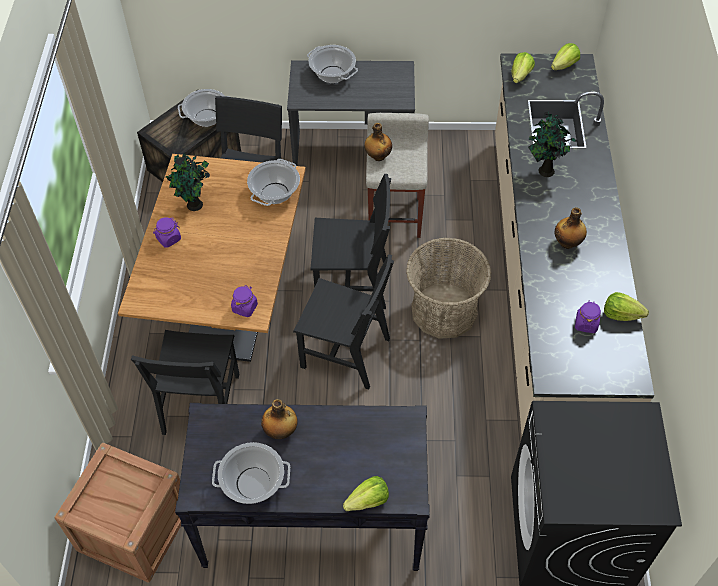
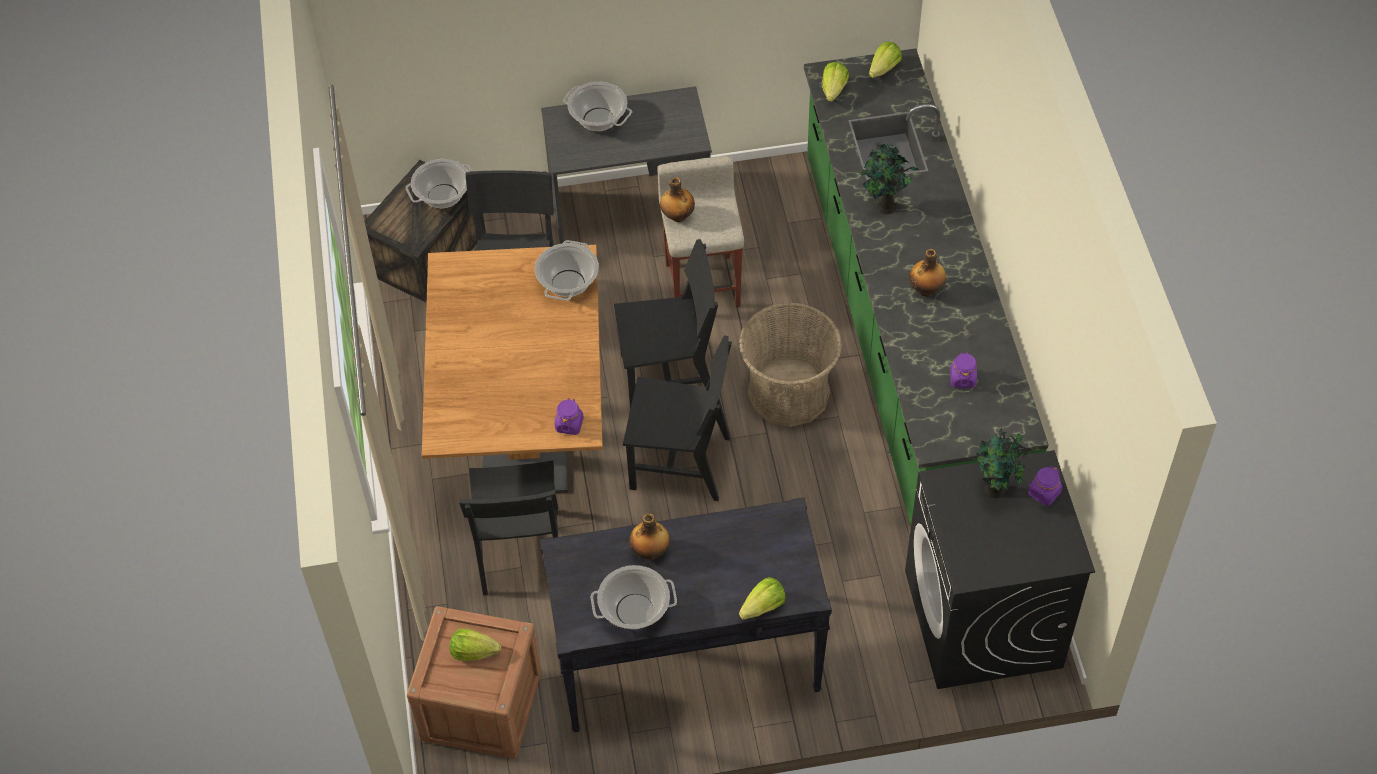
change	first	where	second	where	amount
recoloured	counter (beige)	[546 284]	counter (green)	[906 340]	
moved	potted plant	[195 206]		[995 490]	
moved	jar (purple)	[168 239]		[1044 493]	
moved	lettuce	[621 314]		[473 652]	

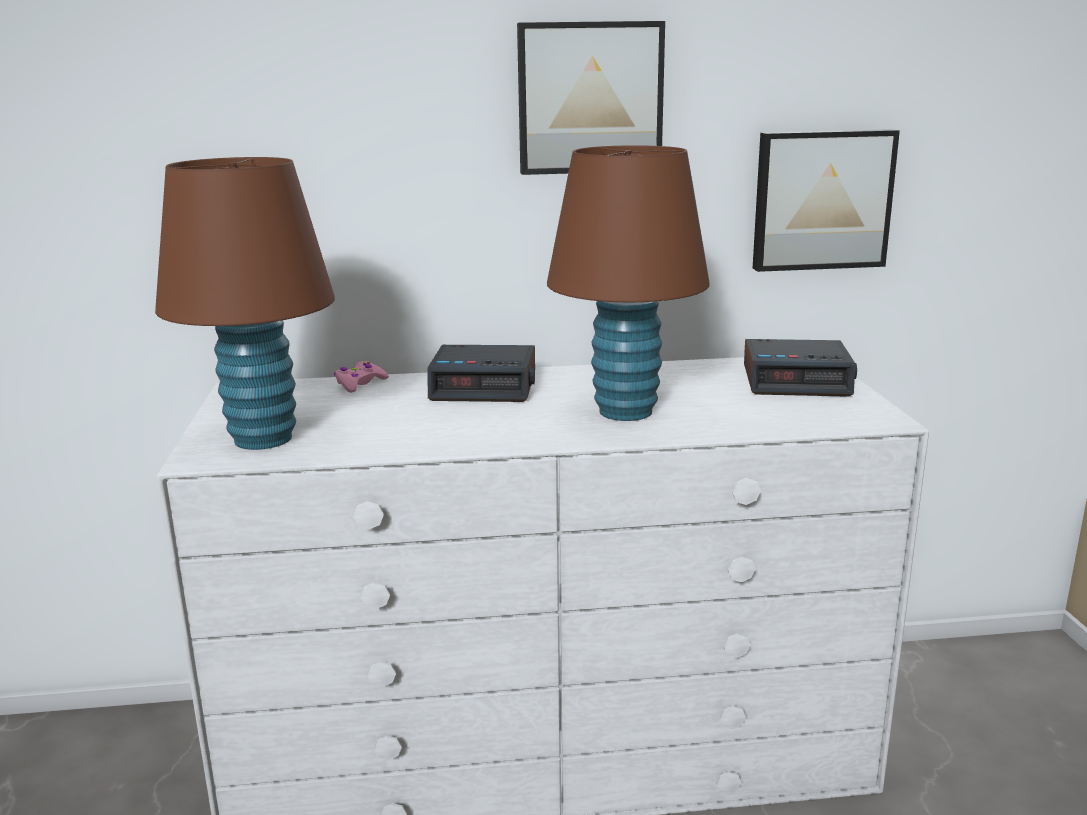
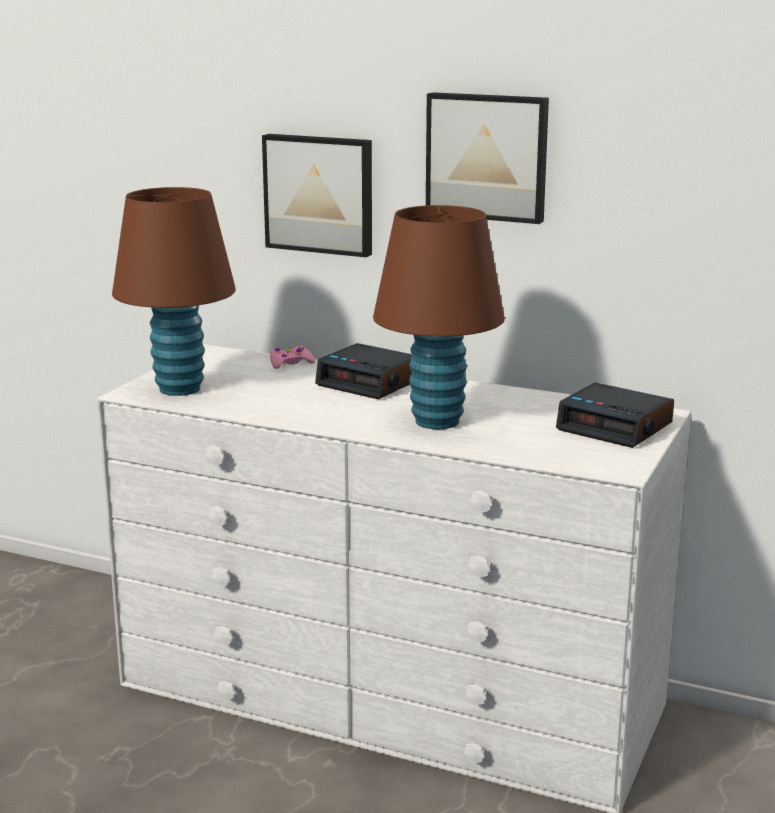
change	first	where	second	where	amount
moved	picture	[821 200]		[320 194]	

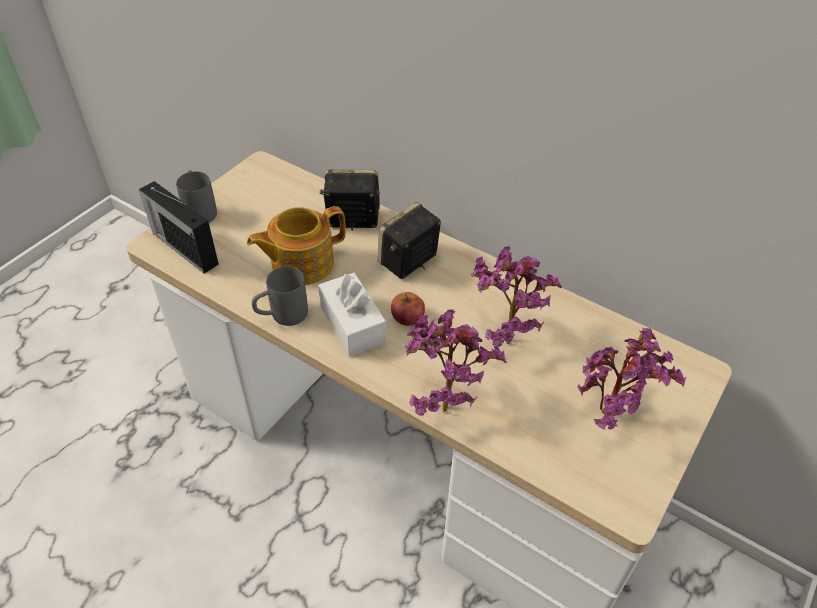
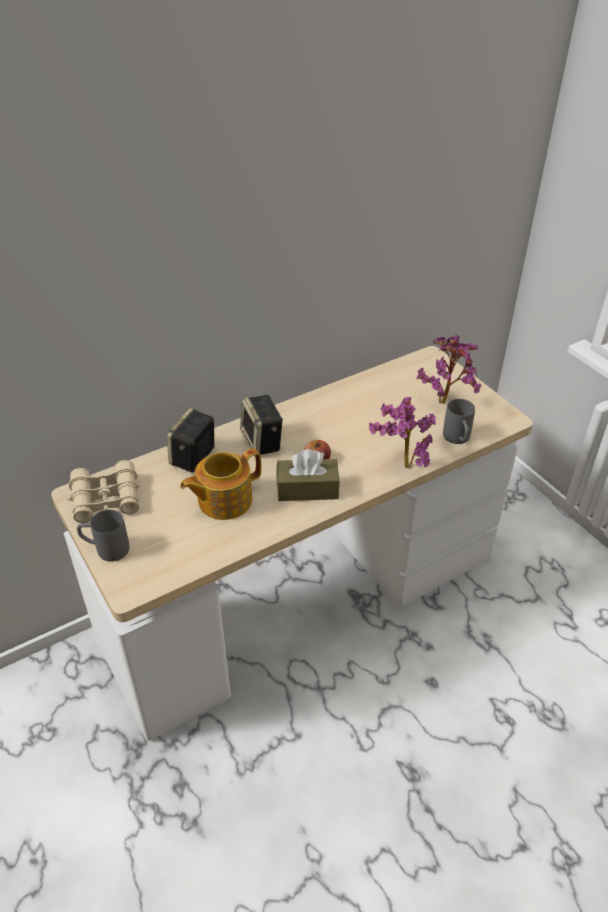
change	first	where	second	where	amount
removed	radio	[184 247]			
turned	teapot	[301 263]		[223 500]	60 degrees clockwise
removed	potted plant	[504 335]			
moved	mug (grey)	[281 316]		[458 440]	
recoloured	tissue box (white)	[352 324]	tissue box (brown)	[307 489]	
added			binoculars (beige)	[106 499]	

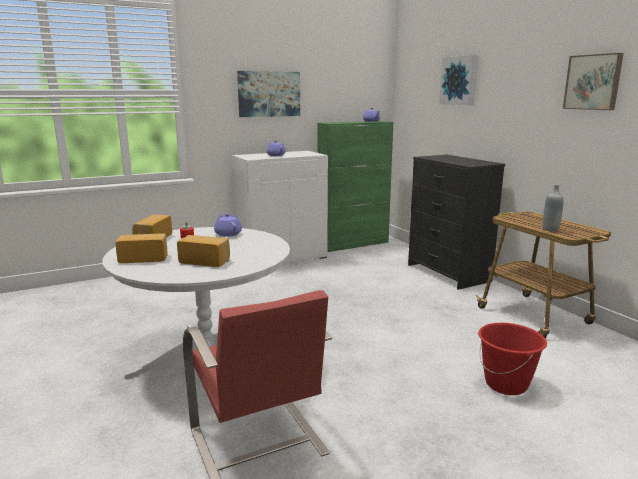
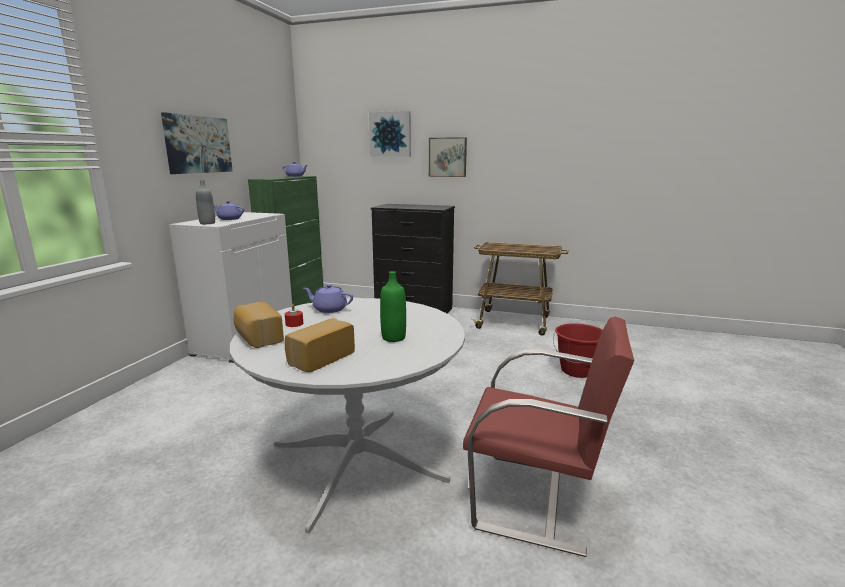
change	first	where	second	where	amount
moved	picture	[593 82]		[447 157]	
moved	bottle (grey)	[550 229]		[207 223]	
replaced	bread	[205 261]	bottle (green)	[393 338]	

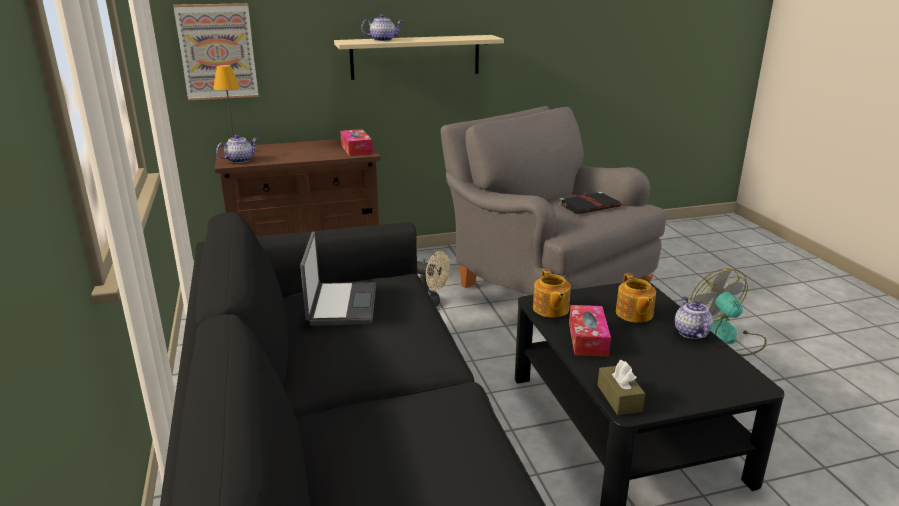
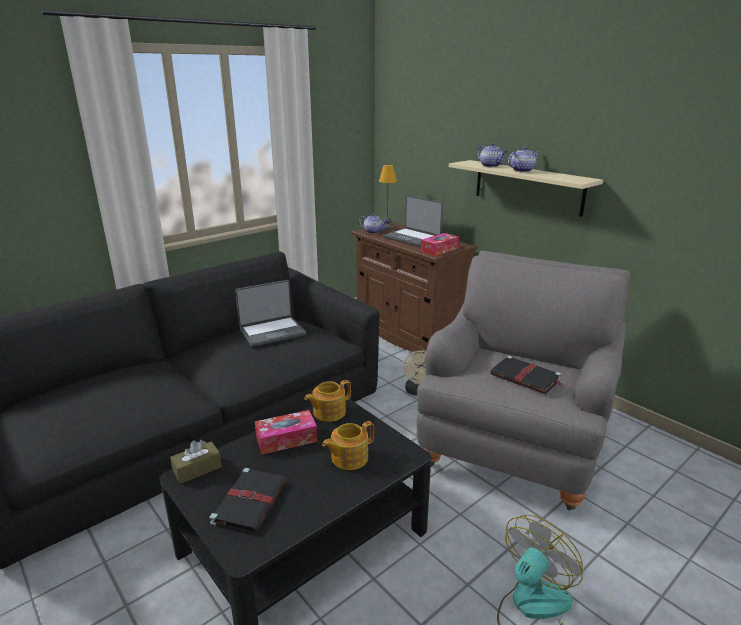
change	first	where	second	where	amount
removed	picture	[217 52]			
moved	teapot	[690 332]		[522 170]	
added			laptop	[412 238]	
added			book (black)	[251 501]	

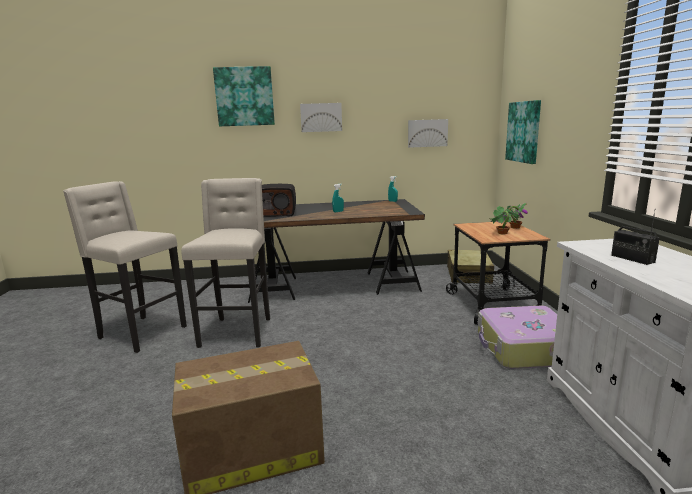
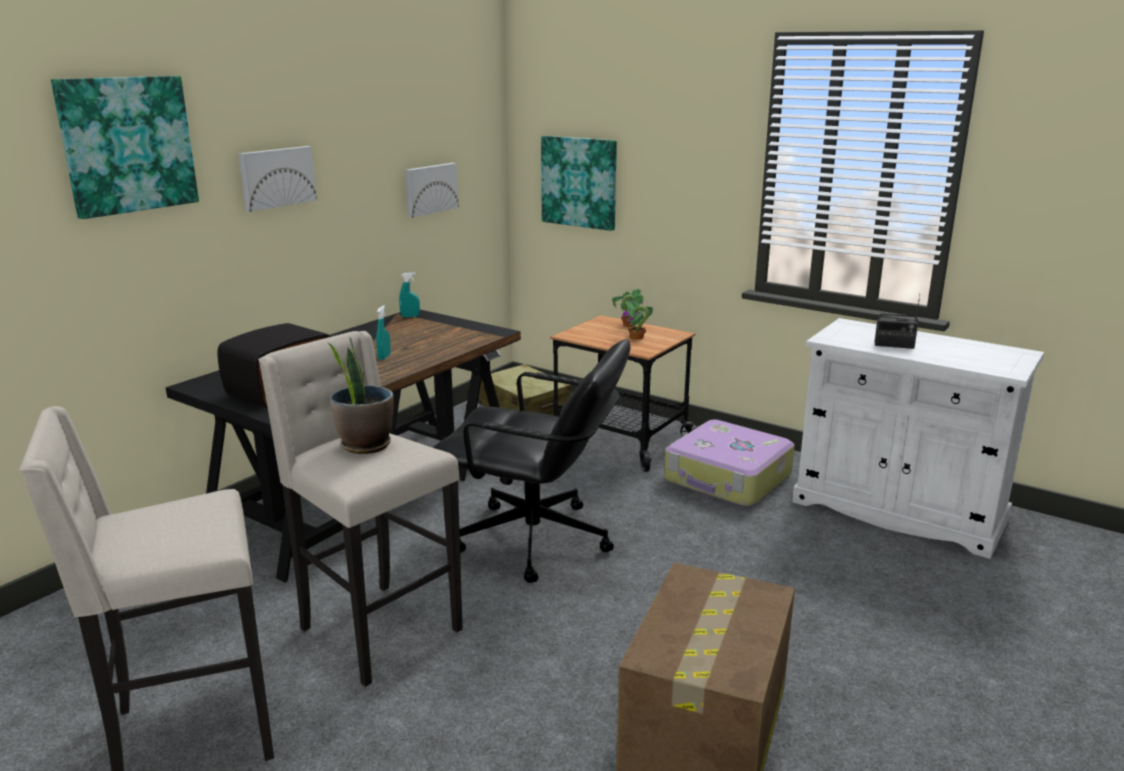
change	first	where	second	where	amount
added			potted plant	[365 445]	
added			office chair (black)	[535 541]	

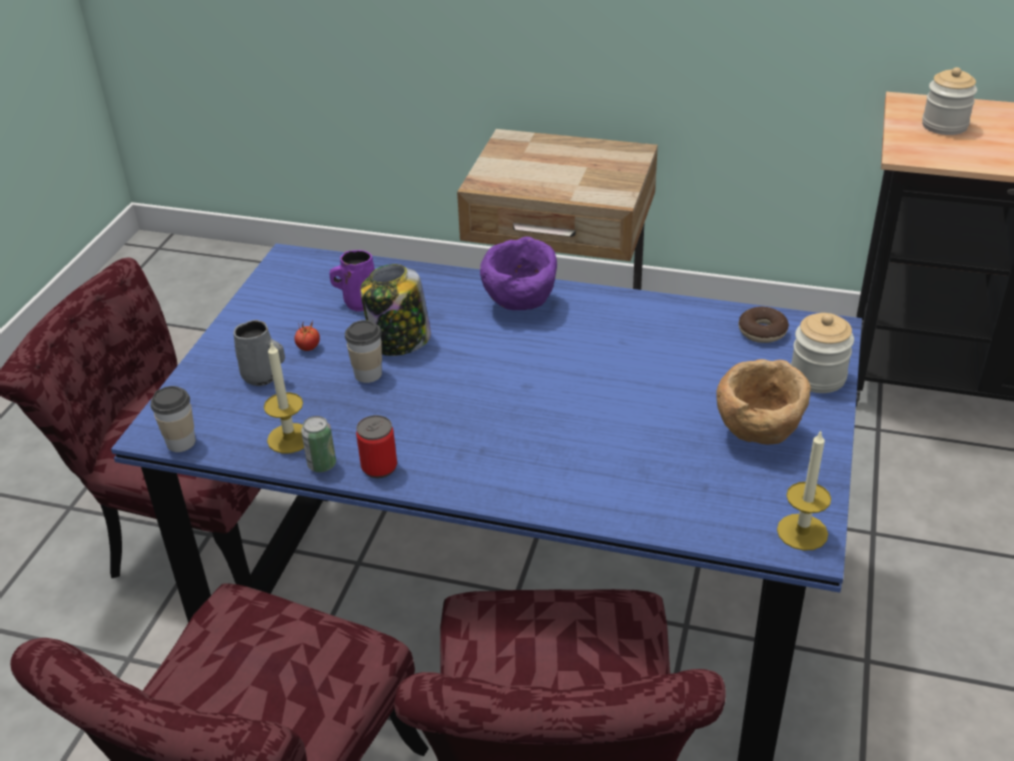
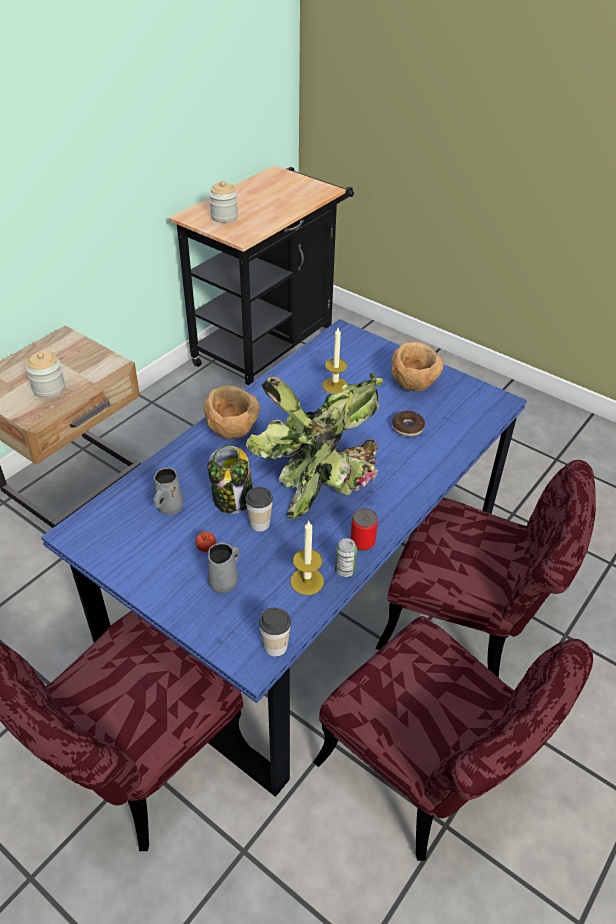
change	first	where	second	where	amount
recoloured	bowl (purple)	[520 304]	bowl (brown)	[233 431]	
recoloured	mug (purple)	[359 302]	mug (grey)	[169 507]	
moved	donut	[762 331]		[407 428]	
moved	jar	[817 377]		[49 388]	
moved	candle	[802 532]		[335 385]	
added			potted plant	[322 476]	

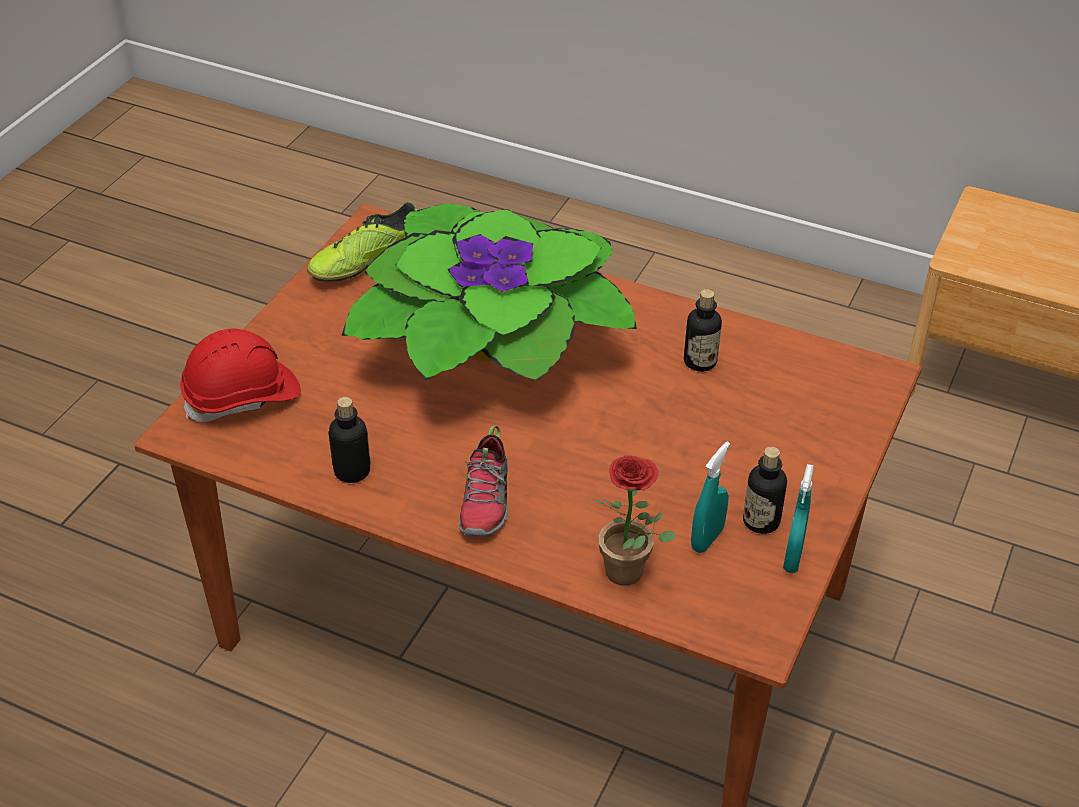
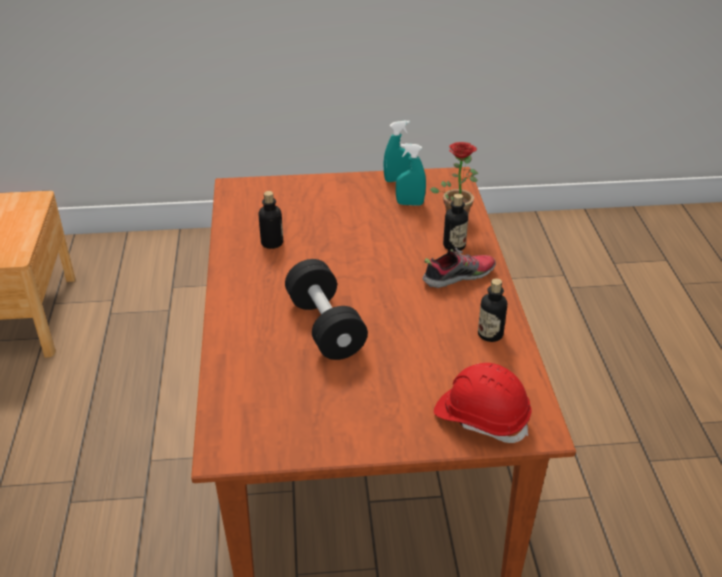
change	first	where	second	where	amount
removed	shoe	[366 262]			
replaced	potted plant	[489 345]	dumbbell (black)	[325 327]	
moved	bottle	[761 521]		[454 246]	

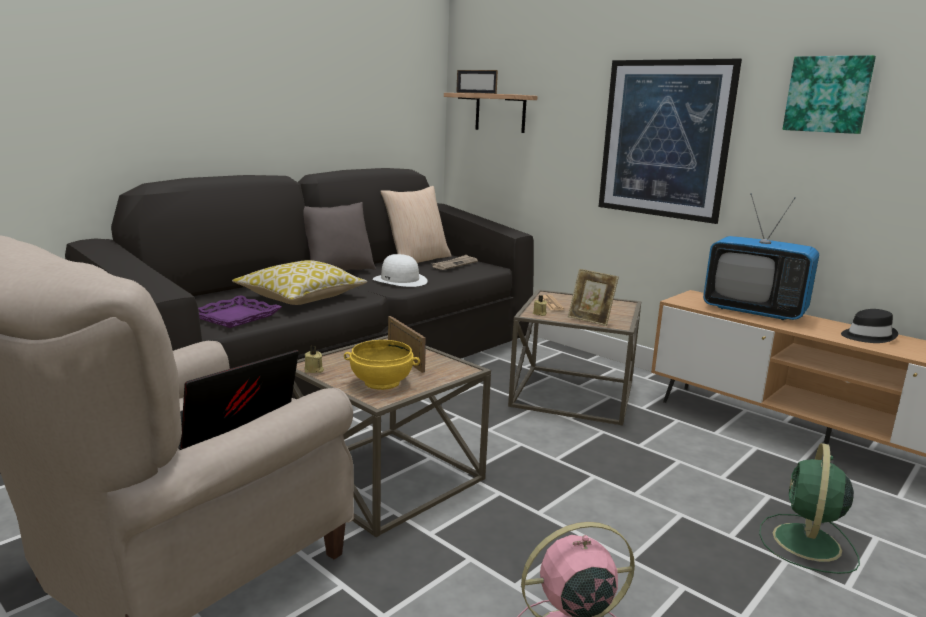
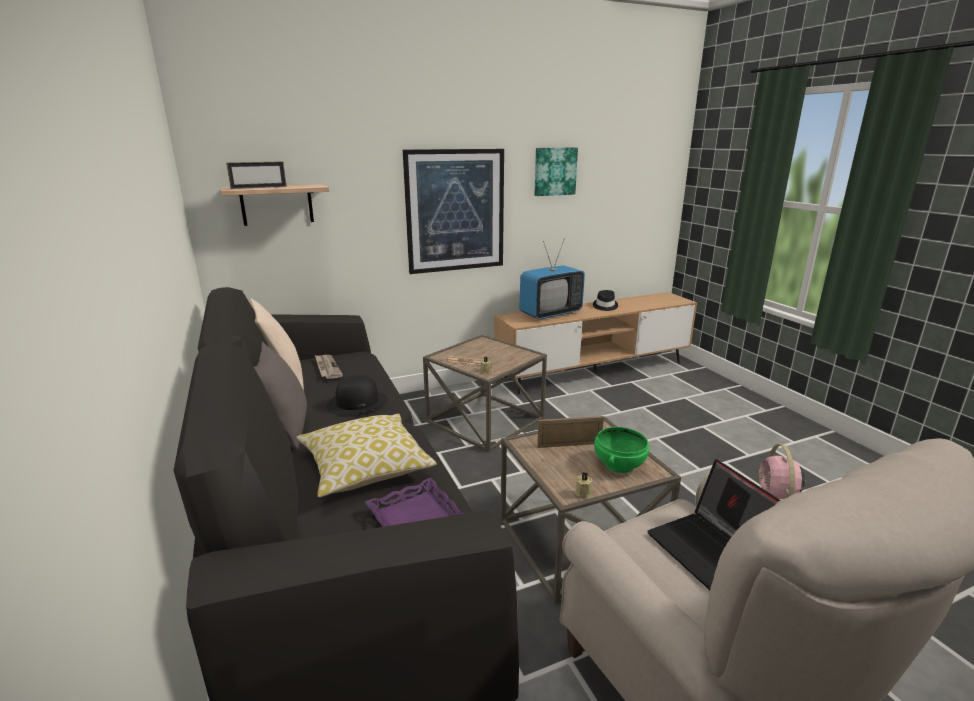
change	first	where	second	where	amount
recoloured	hat (white)	[400 280]	hat (black)	[357 402]	
removed	picture frame	[590 320]			
recoloured	bowl (yellow)	[382 382]	bowl (green)	[618 464]	
removed	fan (green)	[806 544]			

